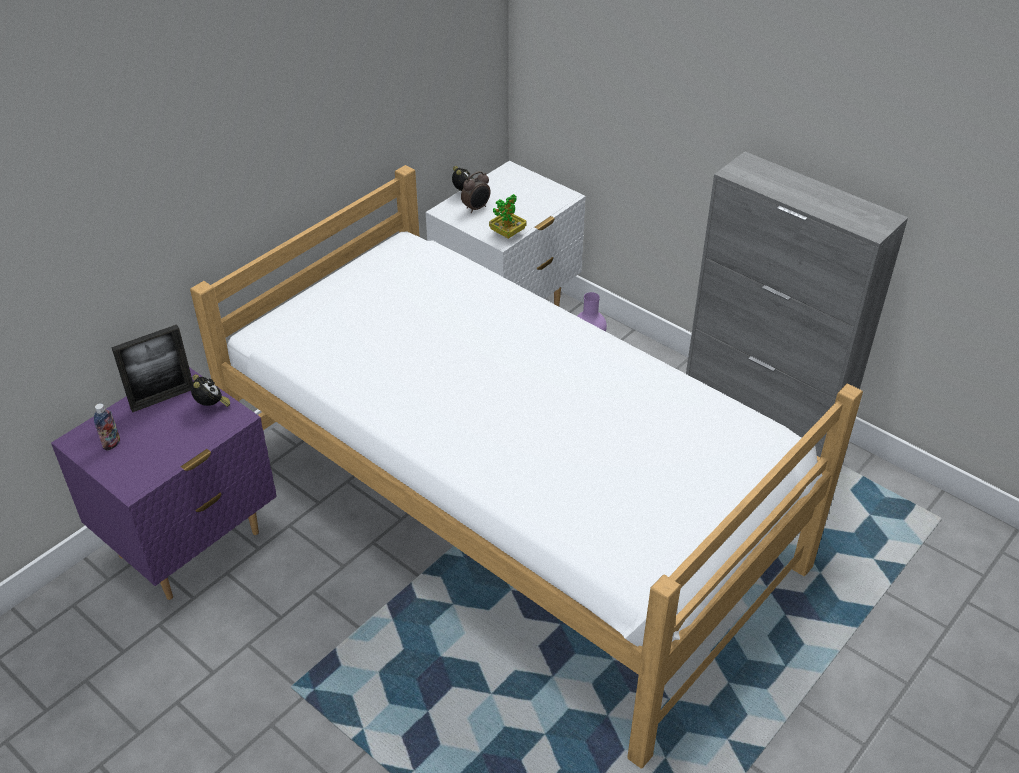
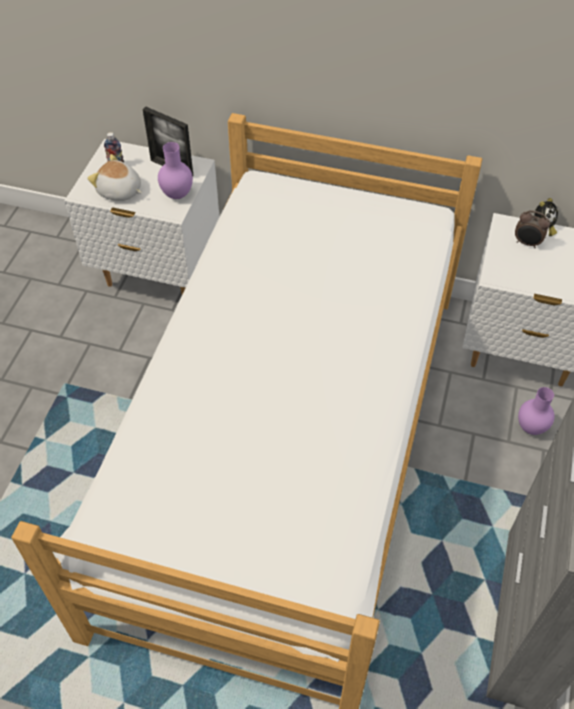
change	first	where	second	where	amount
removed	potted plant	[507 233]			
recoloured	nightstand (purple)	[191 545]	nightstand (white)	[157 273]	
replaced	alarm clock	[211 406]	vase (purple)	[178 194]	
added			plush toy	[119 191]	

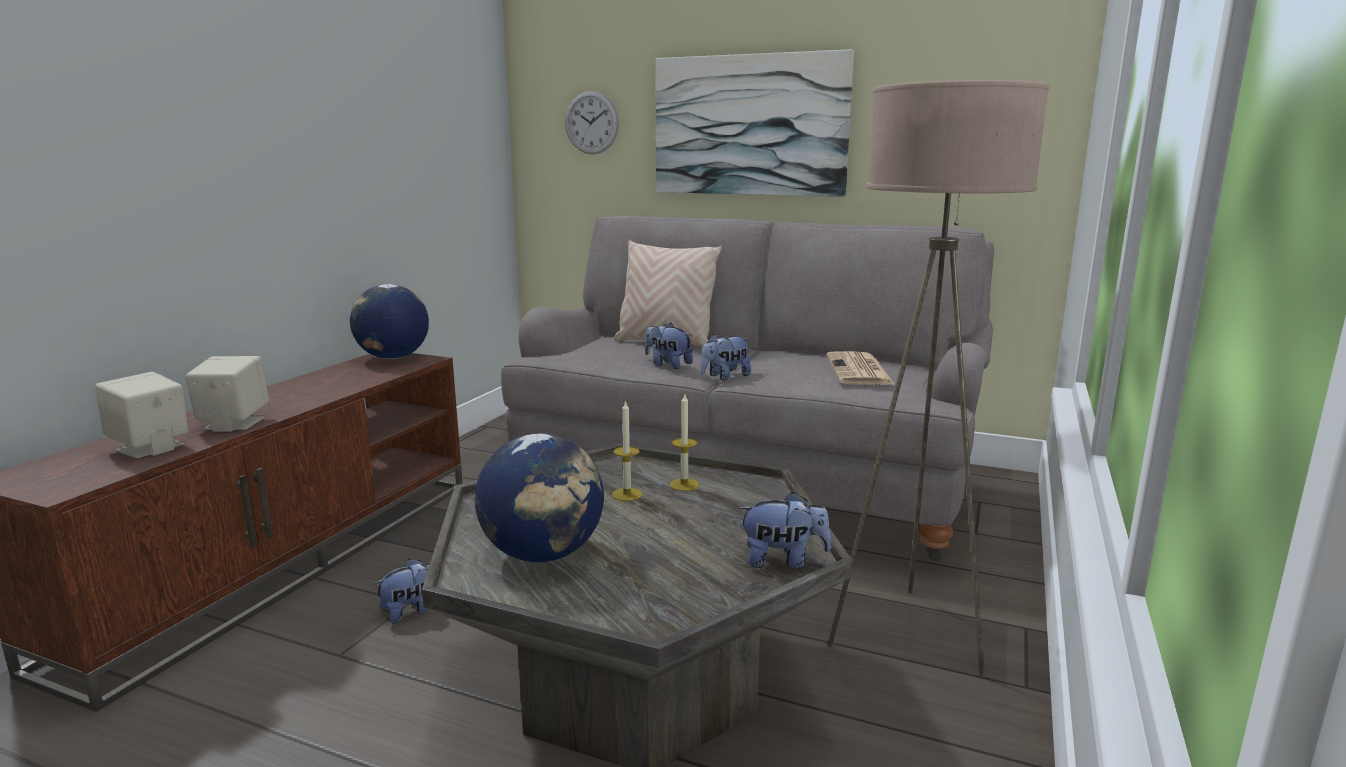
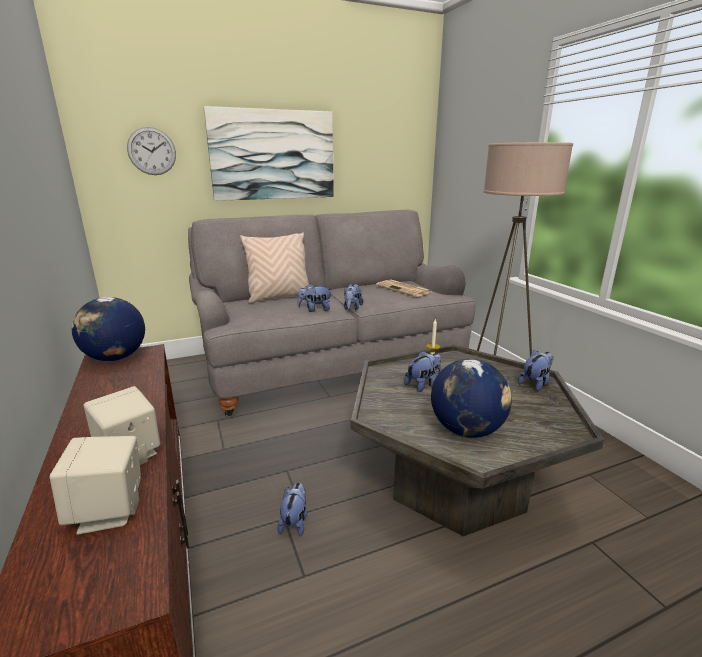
change	first	where	second	where	amount
replaced	candle	[627 494]	plush toy	[423 384]	

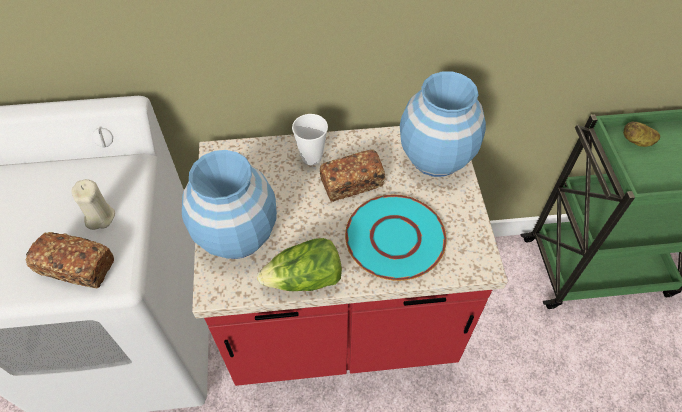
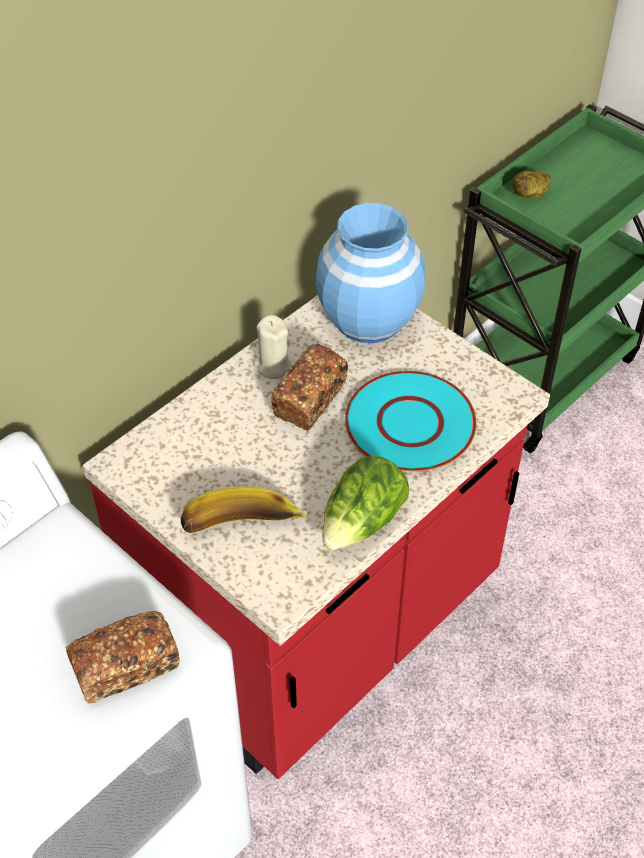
change	first	where	second	where	amount
removed	cup	[311 157]			
replaced	vase (blue)	[237 234]	banana	[242 529]	
moved	candle (beige)	[100 217]		[273 365]	

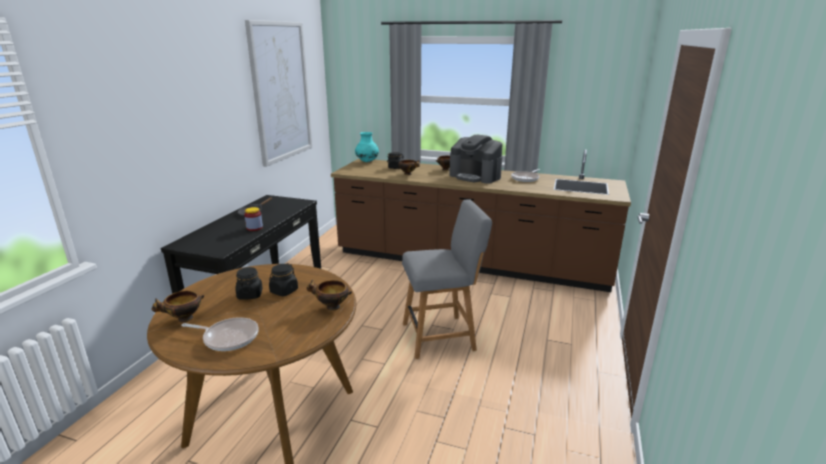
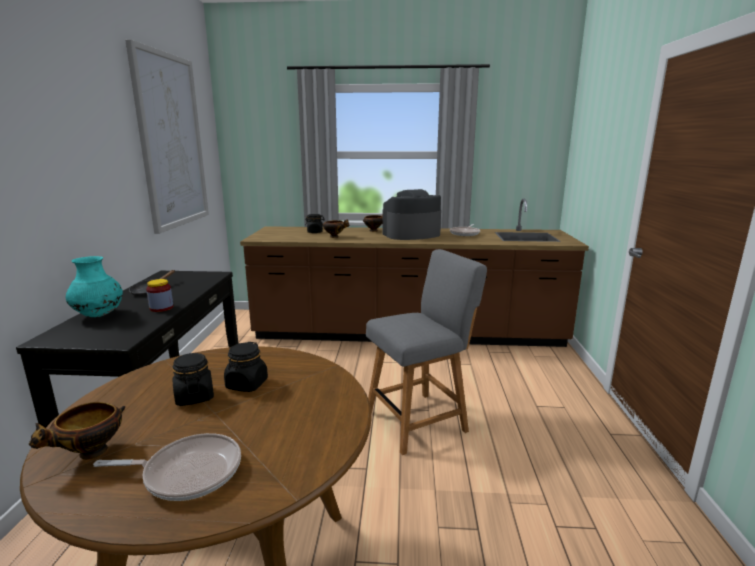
change	first	where	second	where	amount
moved	vase (turquoise)	[367 161]		[99 315]	
turned	coffee machine	[475 176]		[411 234]	135 degrees clockwise
removed	bowl	[331 307]			

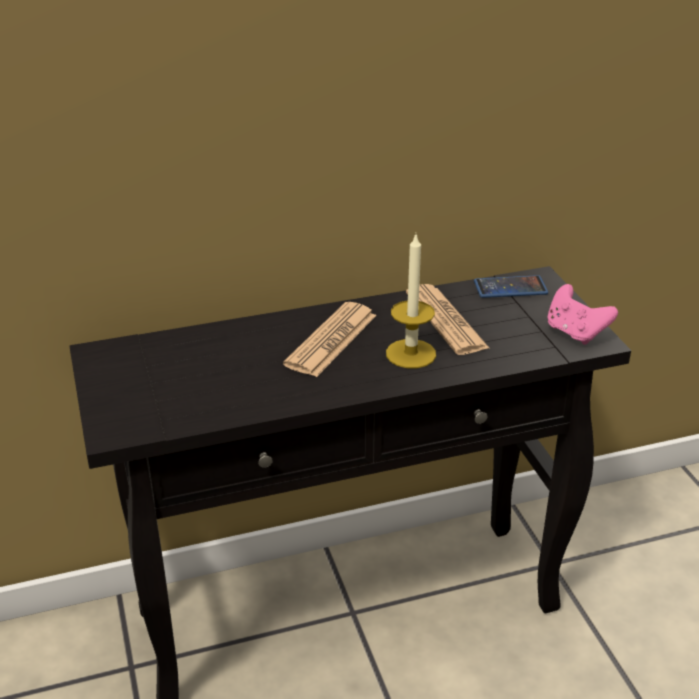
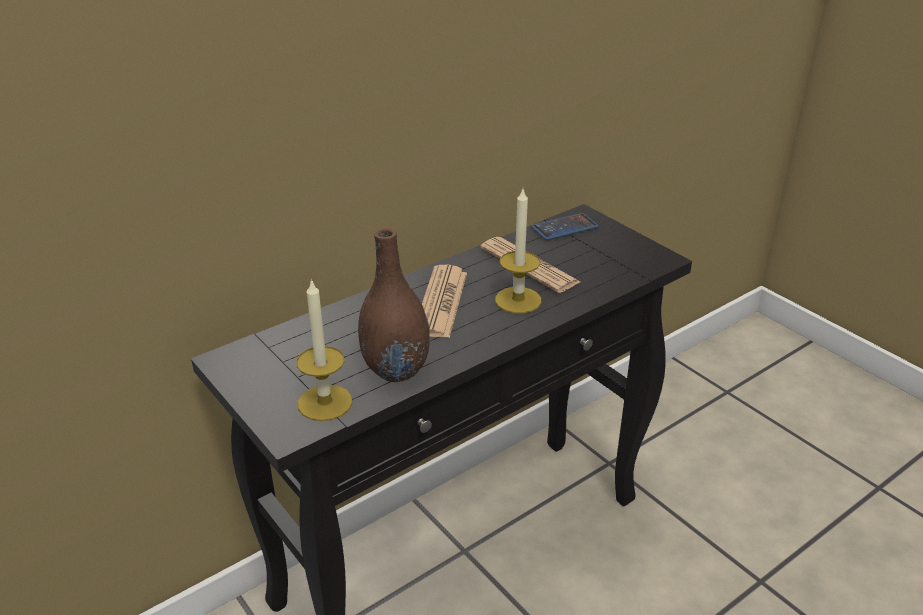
change	first	where	second	where	amount
removed	game controller (pink)	[575 333]			
added			vase (brown)	[396 370]	
added			candle	[325 403]	

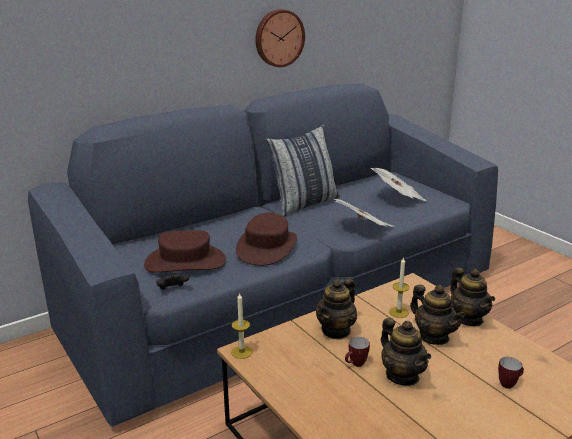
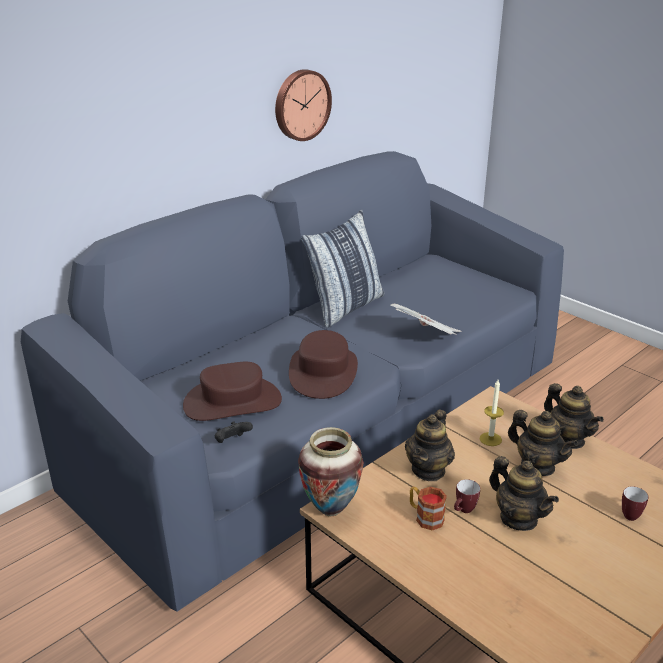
change	first	where	second	where	amount
removed	newspaper	[398 198]			
replaced	candle	[242 352]	vase	[330 510]	
added			mug	[425 517]	

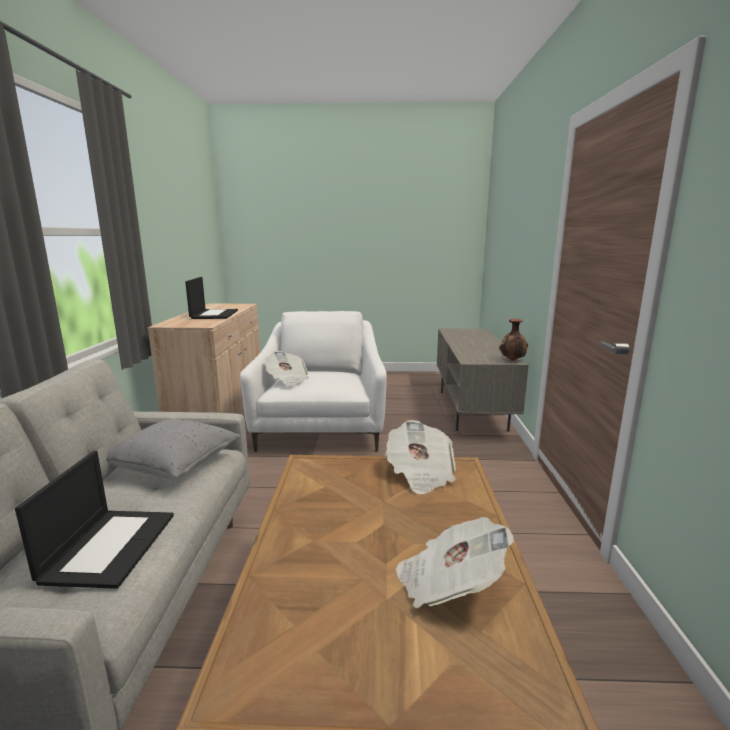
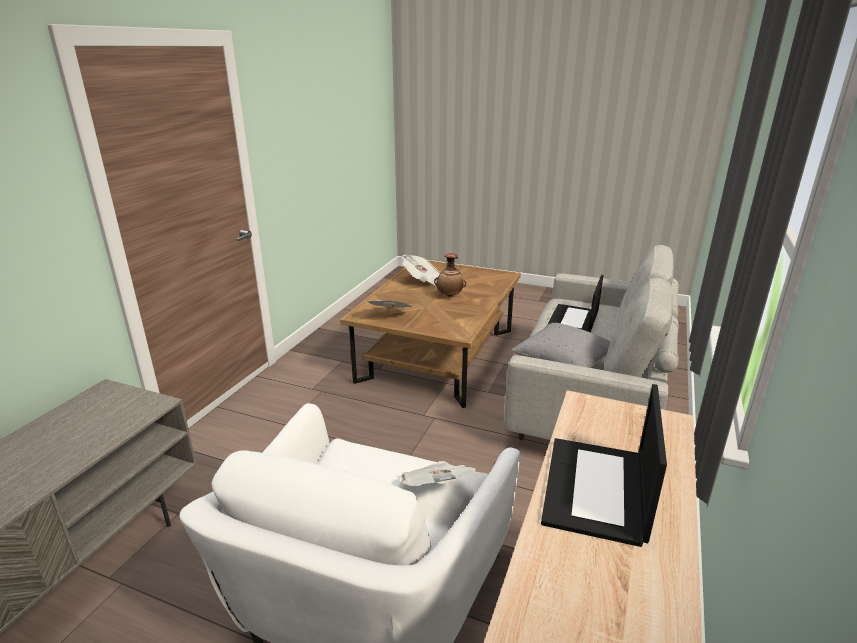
change	first	where	second	where	amount
moved	vase	[512 360]		[450 296]	

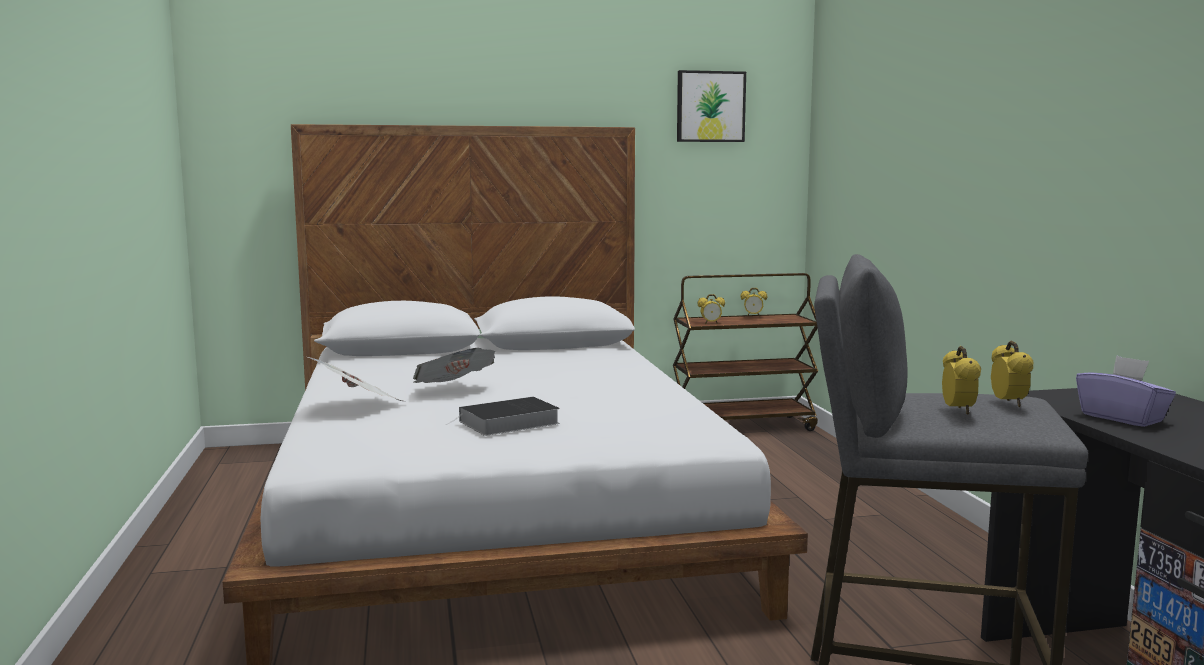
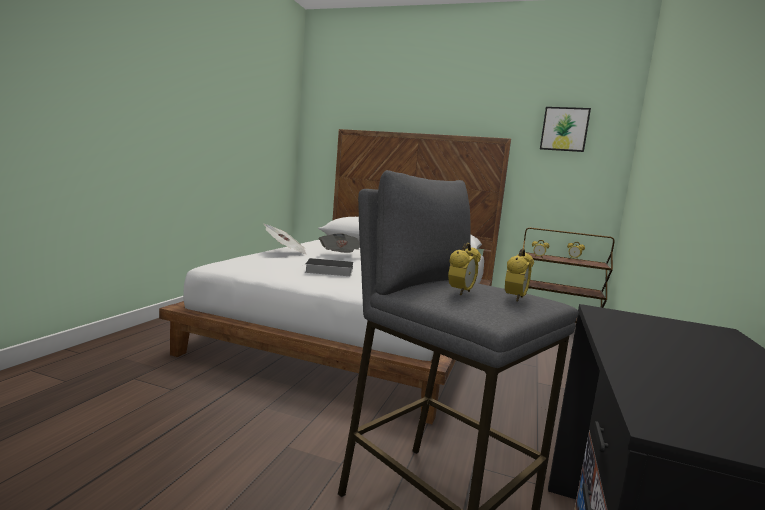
change	first	where	second	where	amount
removed	tissue box (purple)	[1122 418]			

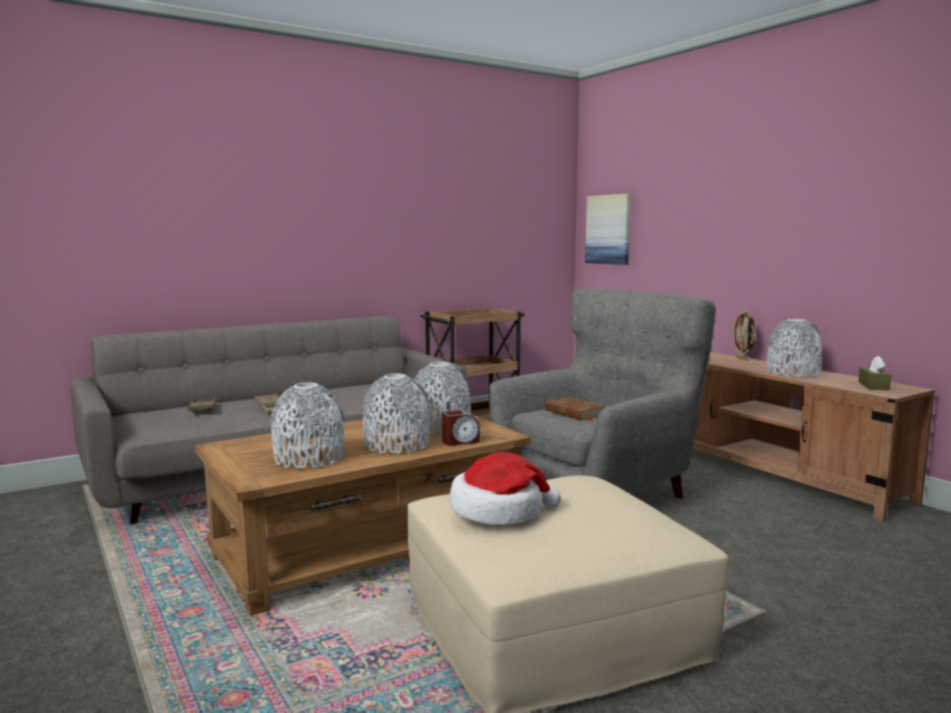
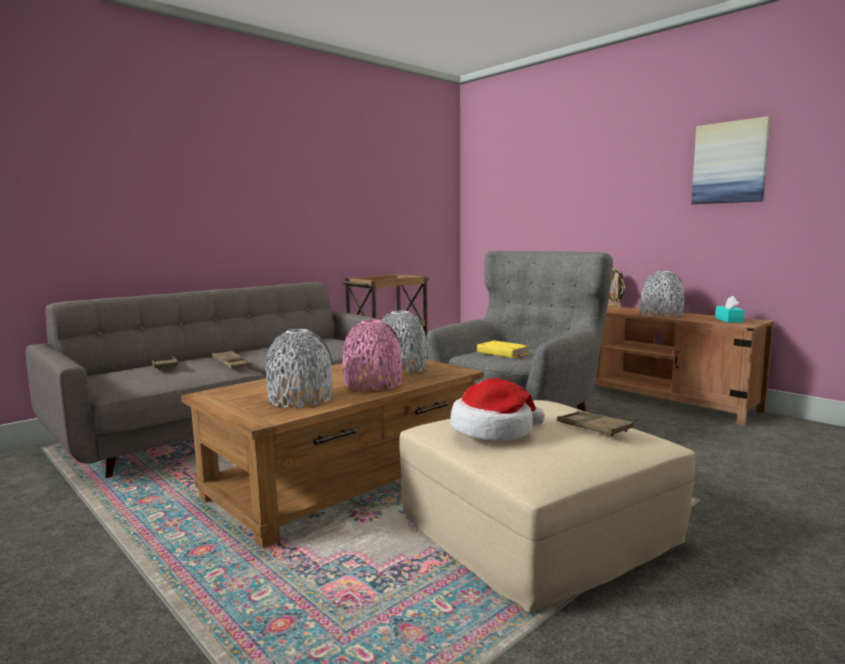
change	first	where	second	where	amount
moved	picture	[608 229]		[730 162]	
recoloured	tissue box (brown)	[873 386]	tissue box (turquoise)	[729 320]	
recoloured	vase (grey)	[396 445]	vase (pink)	[373 384]	
recoloured	book (brown)	[575 413]	book (yellow)	[503 353]	
removed	alarm clock	[460 441]			
added			tray (brown)	[593 428]	

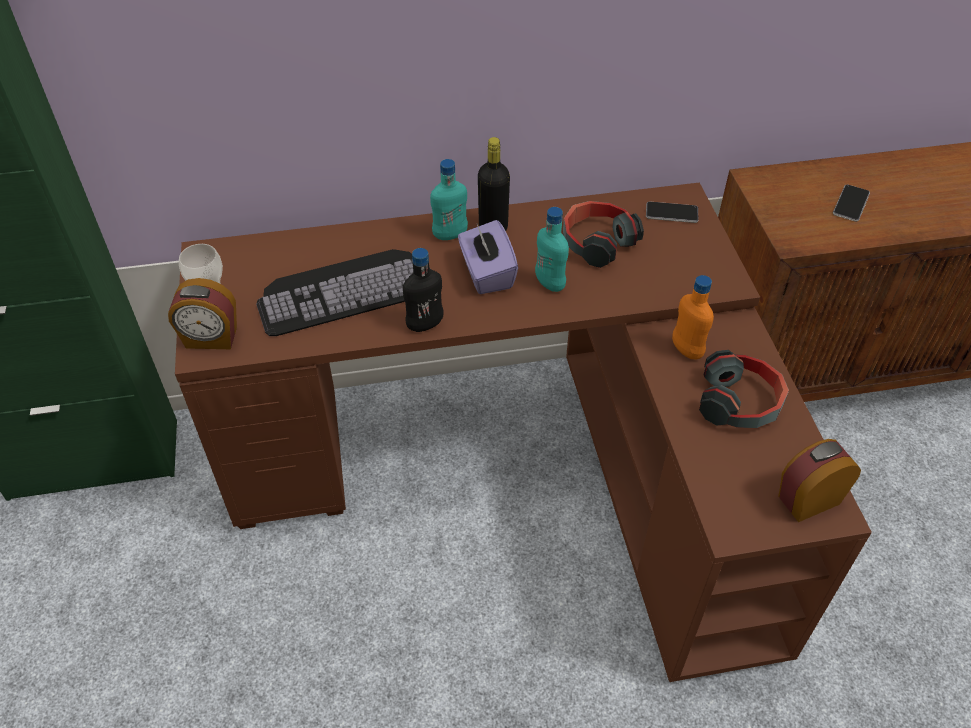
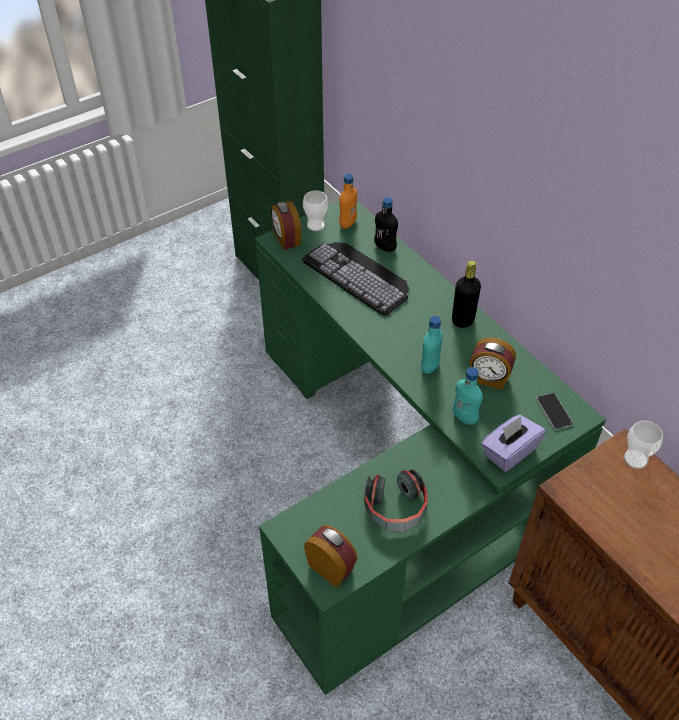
change	first	where	second	where	amount
moved	bottle (turquoise)	[450 235]		[464 417]	
recoloured	desk (brown)	[522 467]	desk (green)	[396 478]	
removed	phone	[851 204]			
replaced	headphones	[597 242]	alarm clock	[488 378]	
moved	tissue box (purple)	[486 274]		[509 452]	
moved	bottle (black)	[425 325]		[385 247]	
moved	bottle (orange)	[686 350]		[347 223]	
added			cup	[635 459]	

